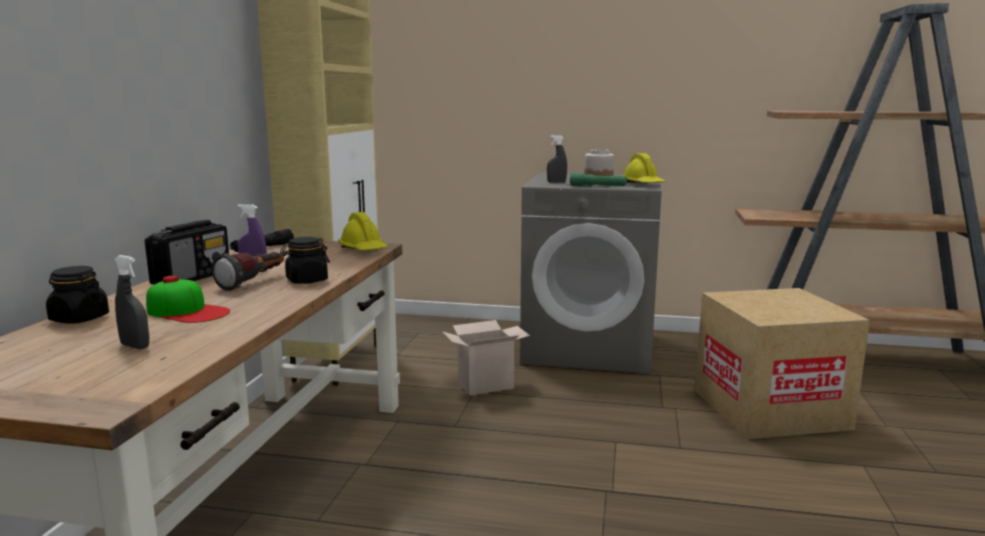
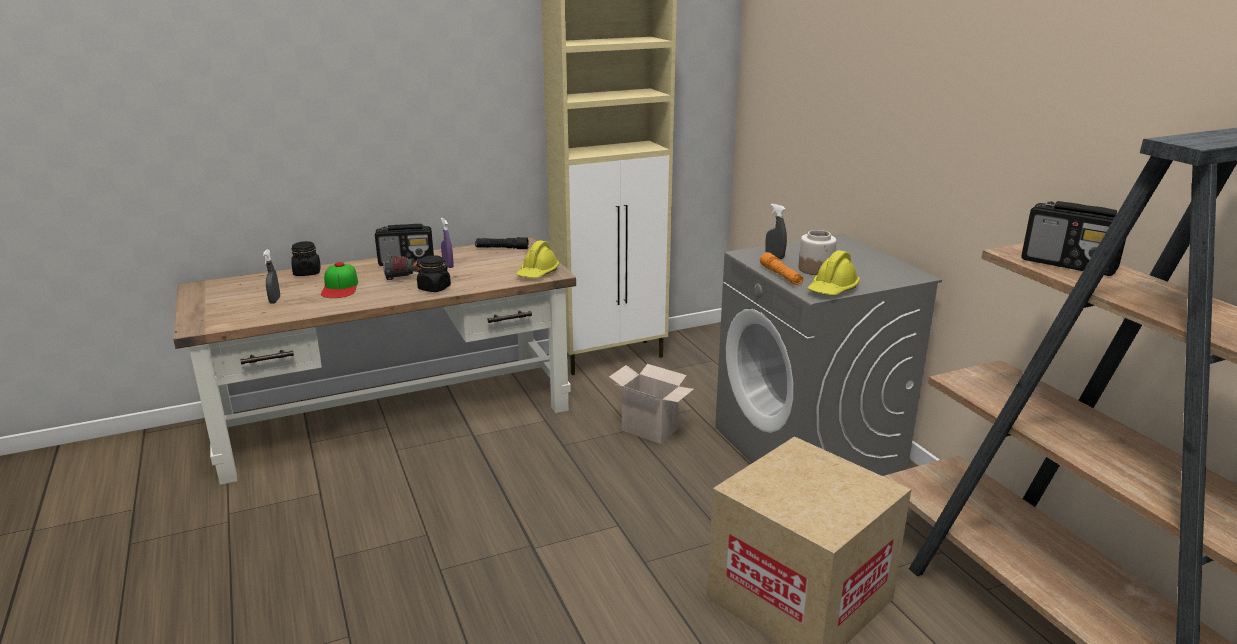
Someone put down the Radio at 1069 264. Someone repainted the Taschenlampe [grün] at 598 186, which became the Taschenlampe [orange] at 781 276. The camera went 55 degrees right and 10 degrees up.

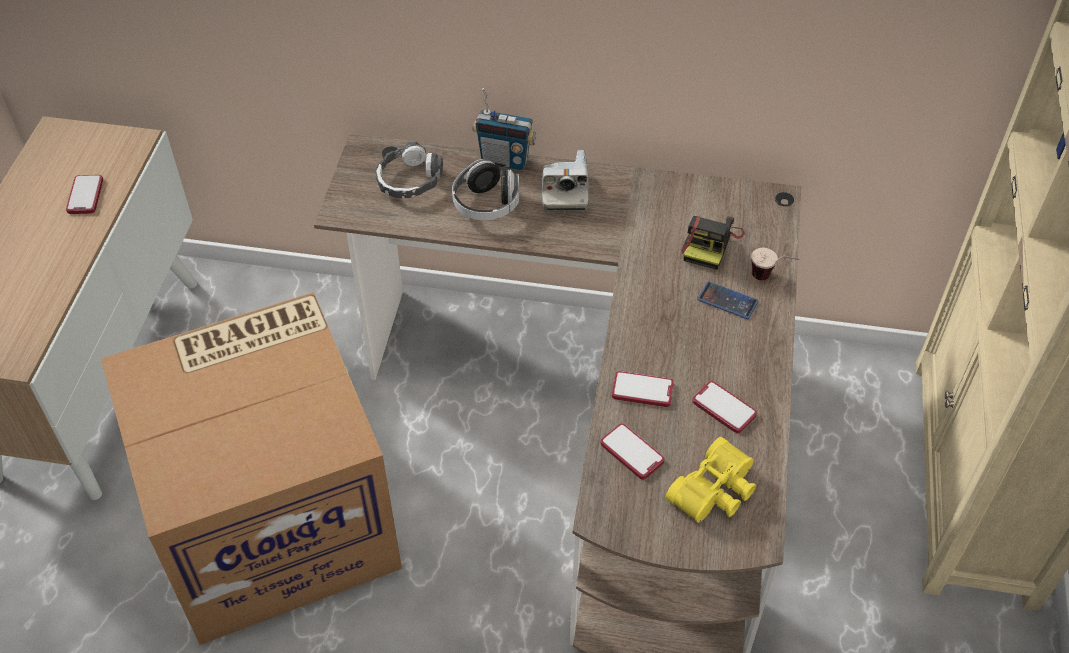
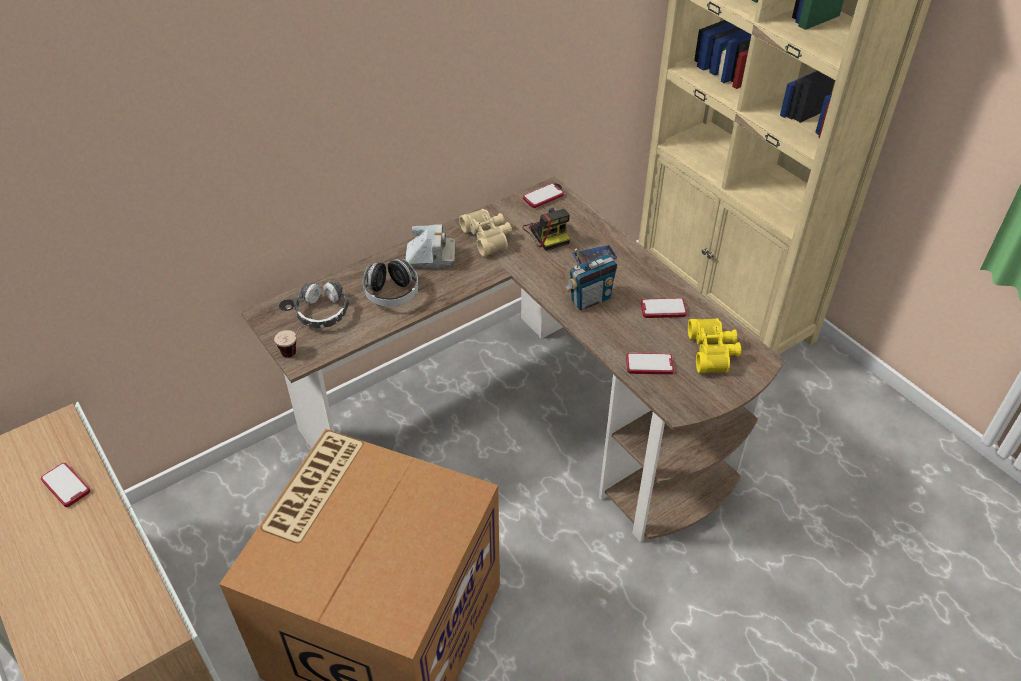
Someone put down the Fernglas [beige] at 488 237. Someone carried the Radio from 505 160 to 590 300. Someone carried the Handy from 642 390 to 543 197. Someone carried the Tasse from 770 278 to 297 351. Someone rotated the Kamera at 564 192 by 45 degrees counterclockwise. The camera went 45 degrees left and 5 degrees down.

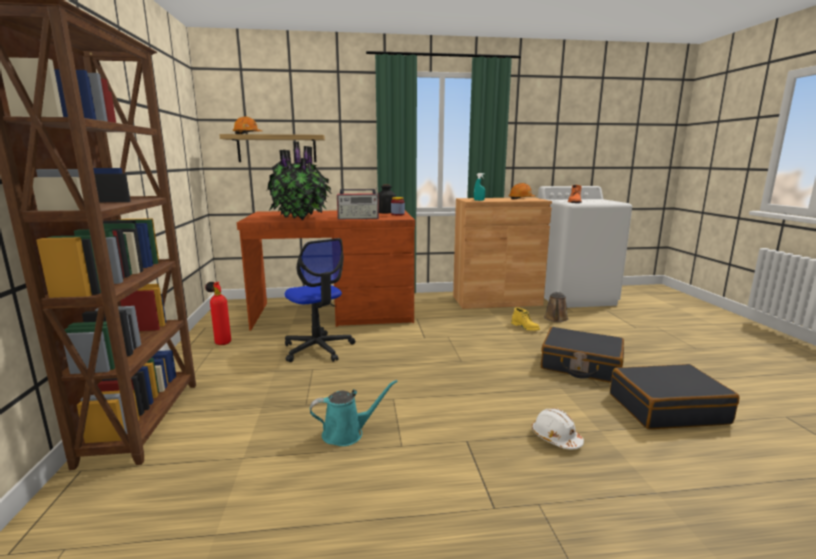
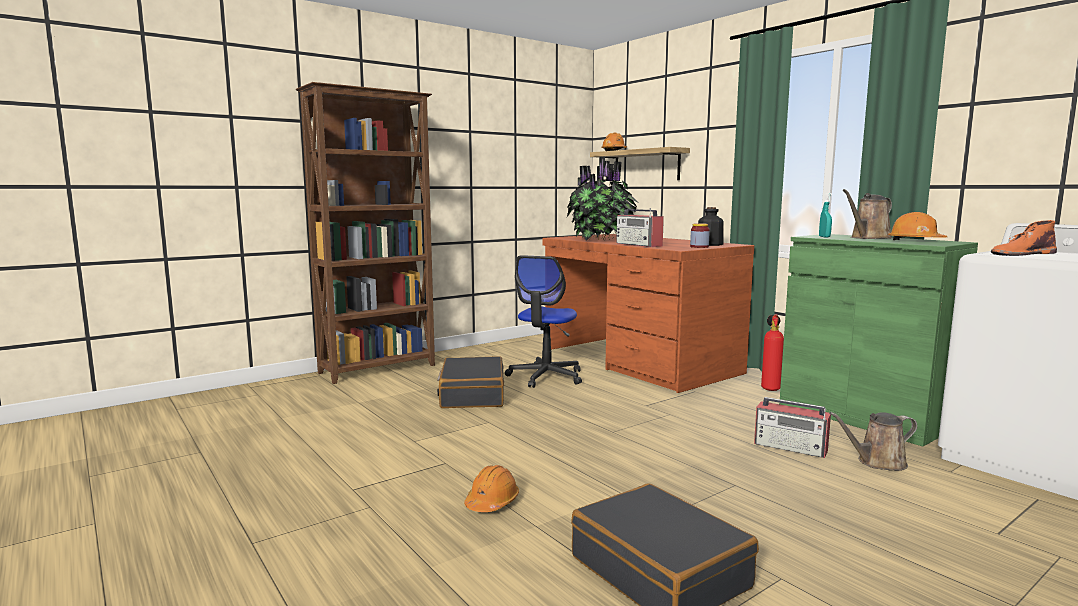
Someone took away the Gießkanne [türkis] at 347 433. Someone put down the Gießkanne [braun] at 868 238. Someone carried the Feuerlöscher from 221 342 to 770 388. Someone carried the Koffer [schwarz] from 581 365 to 472 395. Someone swapped the Stiefel [gelb] at 525 327 for the Radio at 791 447. Someone repainted the Schrank [braun] at 496 300, which became the Schrank [grün] at 862 416. Someone repainted the Schutzhelm [weiß] at 555 438, which became the Schutzhelm [orange] at 492 502. The camera went 60 degrees right and 5 degrees down.

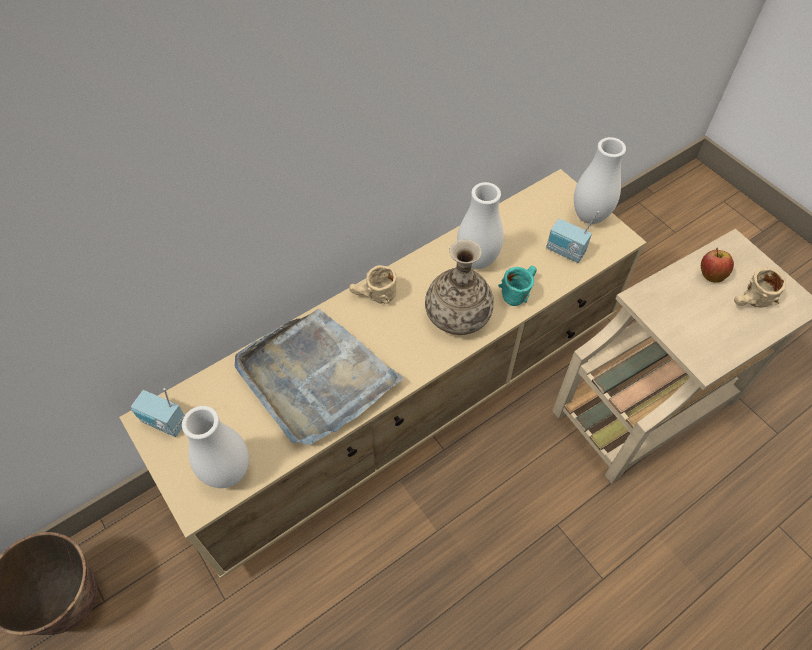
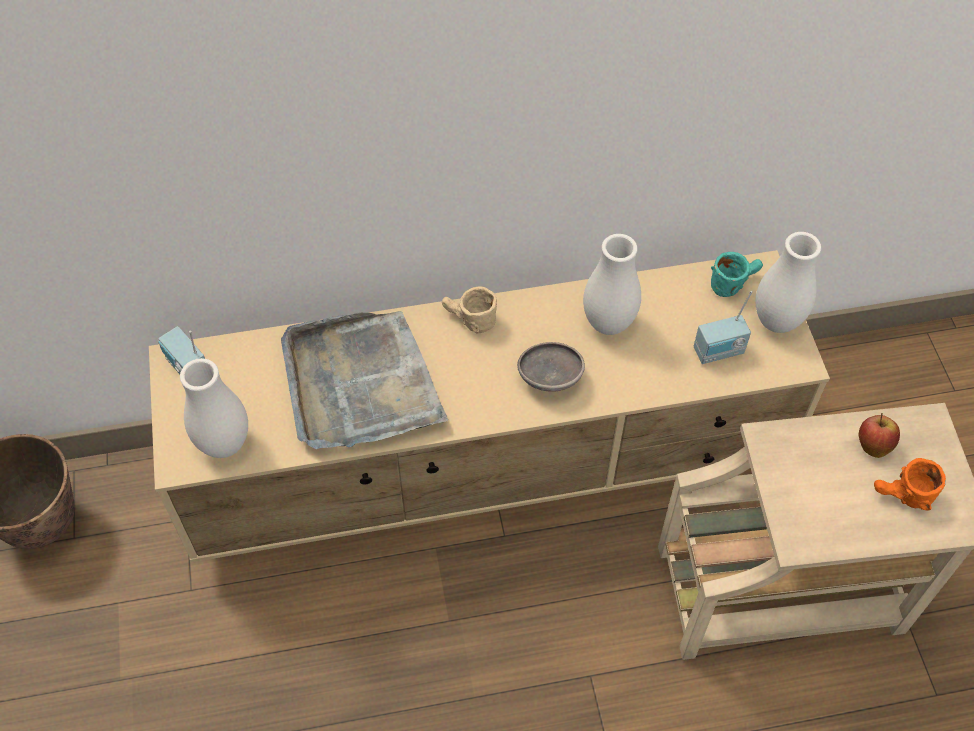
Someone carried the Henkelbecher [türkis] from 517 290 to 733 282. Someone swapped the Vase at 457 315 for the Schüssel [grau] at 550 377. Someone repainted the Henkelbecher [beige] at 751 303, which became the Henkelbecher [orange] at 902 497. Someone rotated the Radio at 565 252 by 75 degrees counterclockwise. The camera went 25 degrees right and 0 degrees up.

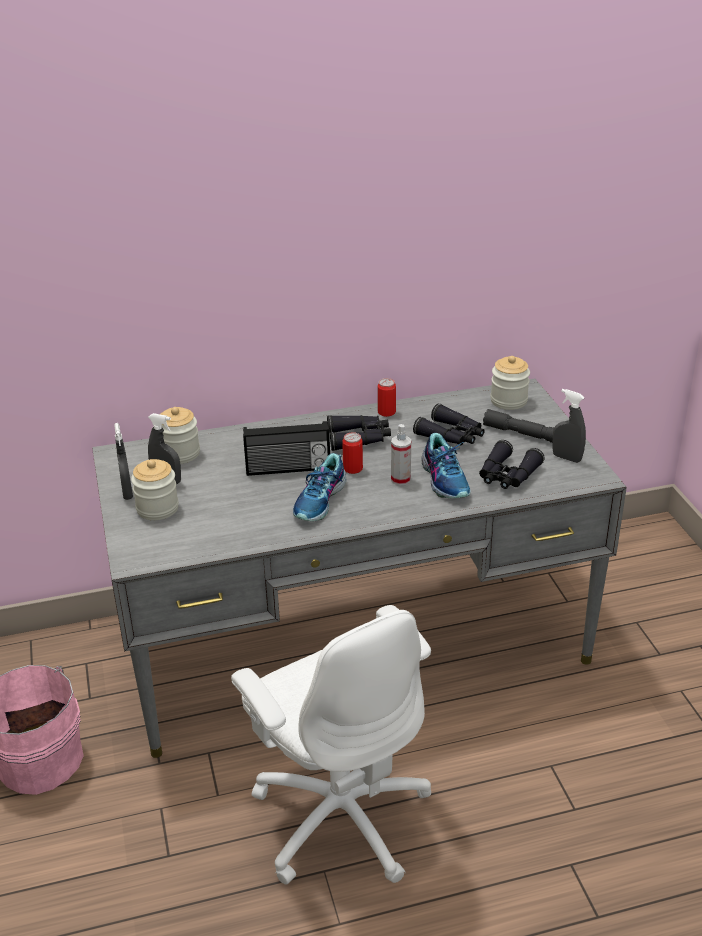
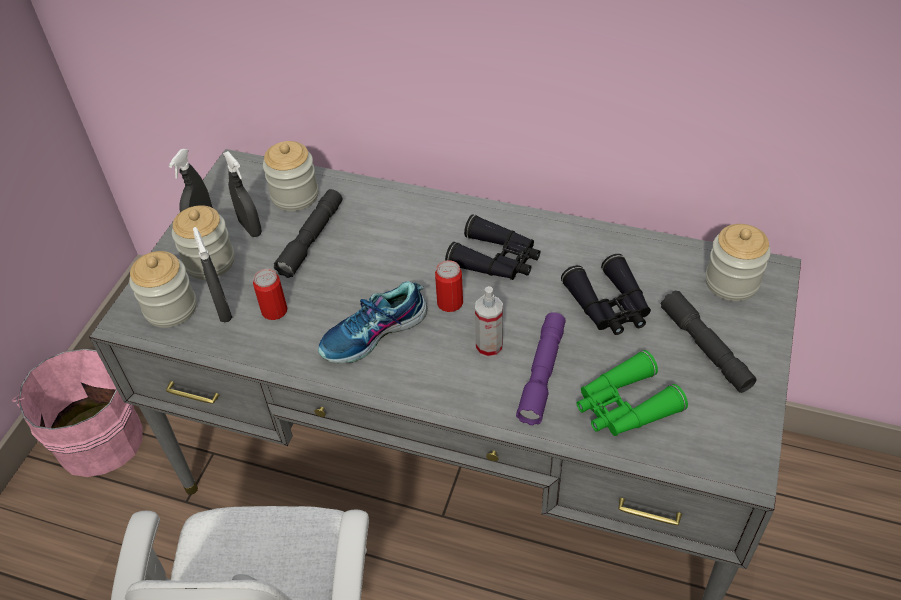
Someone took away the Radio at 288 469. Someone put down the Vorratsglas at 171 308. Someone put down the Taschenlampe [grau] at 311 239. Someone carried the Dose from 386 412 to 274 311. Someone carried the Sprühflasche [grau] from 566 458 to 223 310. Someone swapped the Schuh at 445 479 for the Taschenlampe [lila] at 542 373. Someone repainted the Fernglas [schwarz] at 507 475, which became the Fernglas [grün] at 624 406. The camera went 35 degrees right and 15 degrees up.

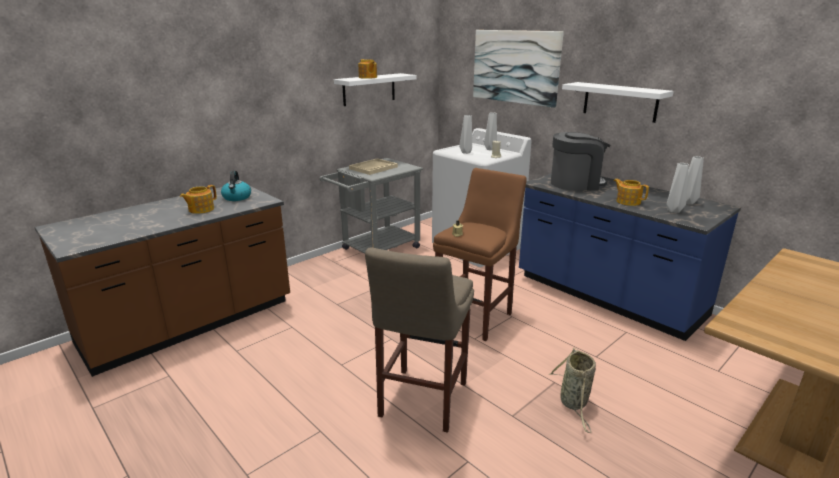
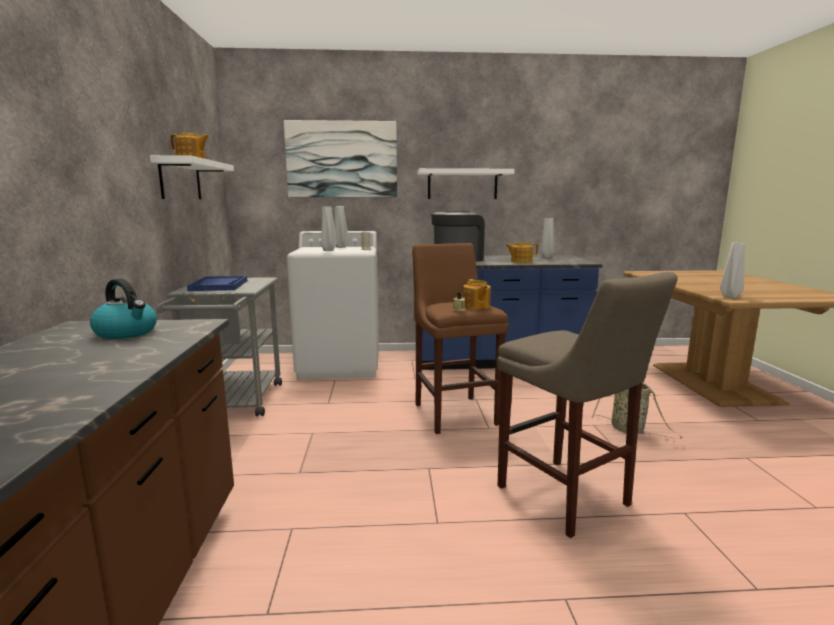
Someone carried the Teekanne from 200 209 to 476 306. Someone carried the Vase [grau] from 674 211 to 730 296. Someone repainted the Tablett [beige] at 373 168, which became the Tablett [blau] at 219 285. The camera went 50 degrees left and 10 degrees down.

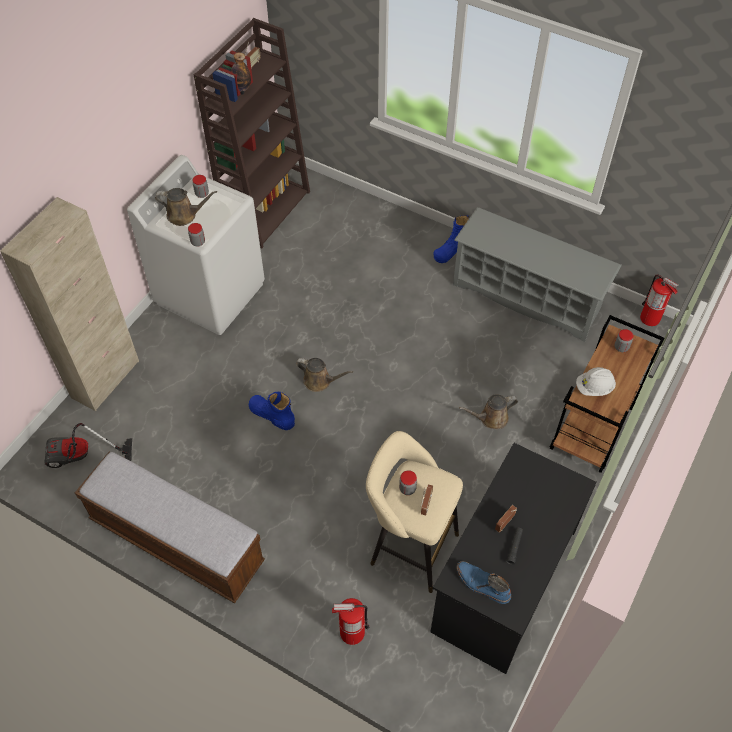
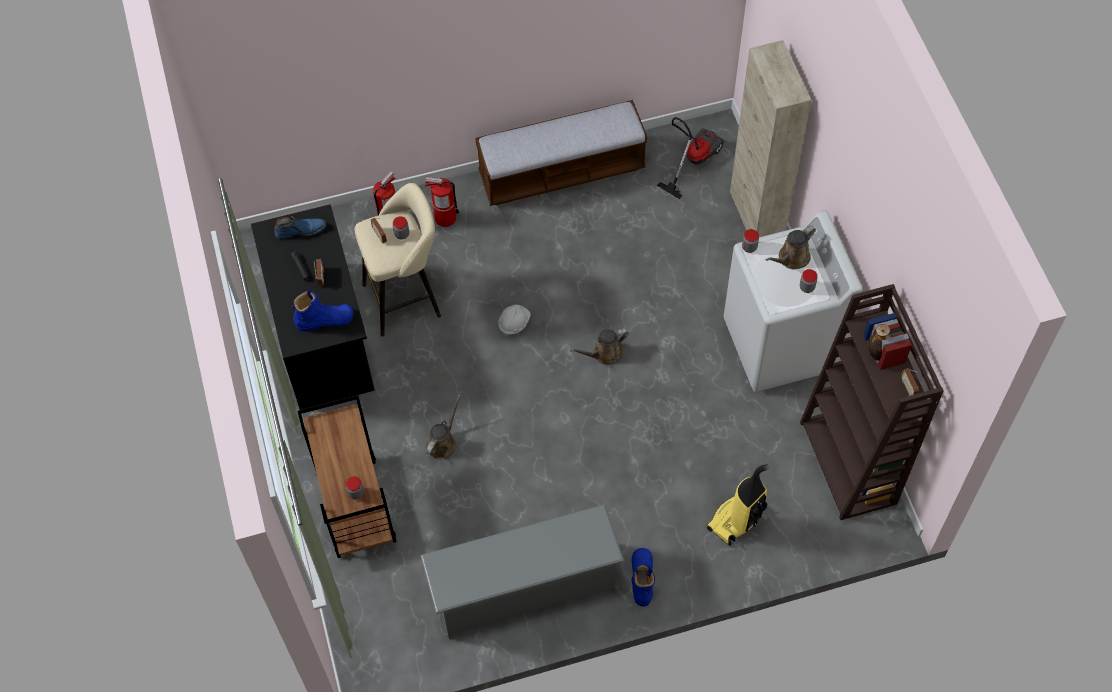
Someone put down the Staubsauger at 736 520. Someone carried the Stiefel [blau] from 272 415 to 325 320. Someone carried the Schutzhelm [weiß] from 594 388 to 514 323. Someone carried the Feuerlöscher from 650 318 to 445 218. The camera went 135 degrees right and 5 degrees up.

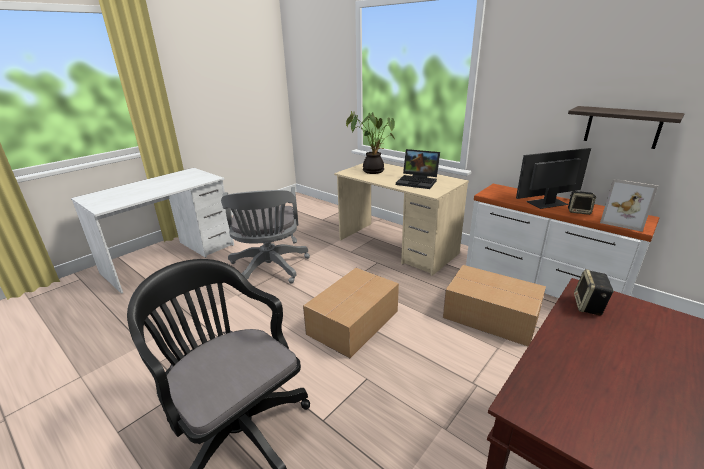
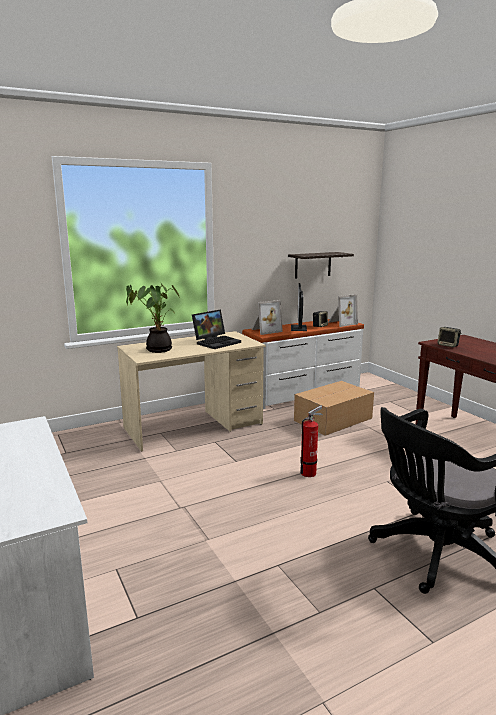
Someone took away the Bürostuhl [grau] at 269 269. Someone put down the Bilderrahmen at 265 330. Someone swapped the Karton at 354 322 for the Feuerlöscher at 310 472. The camera went 70 degrees left and 10 degrees down.

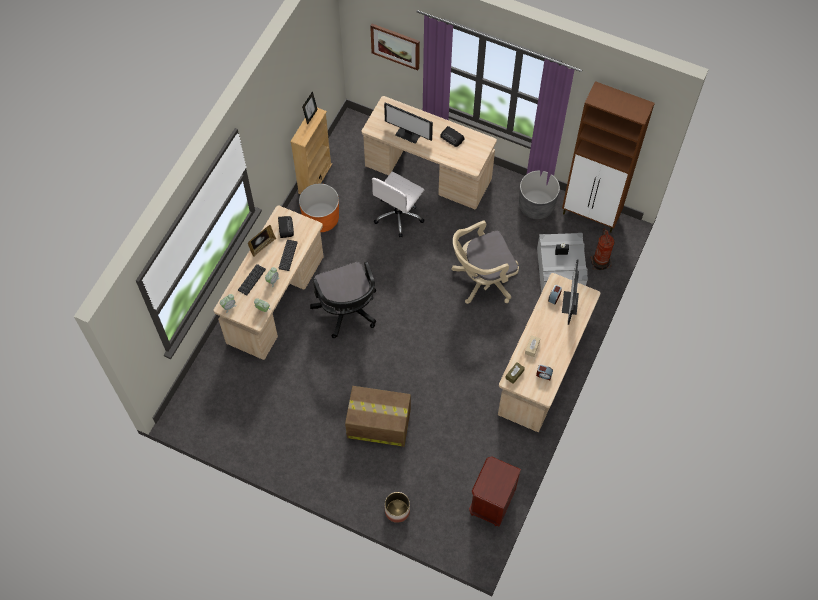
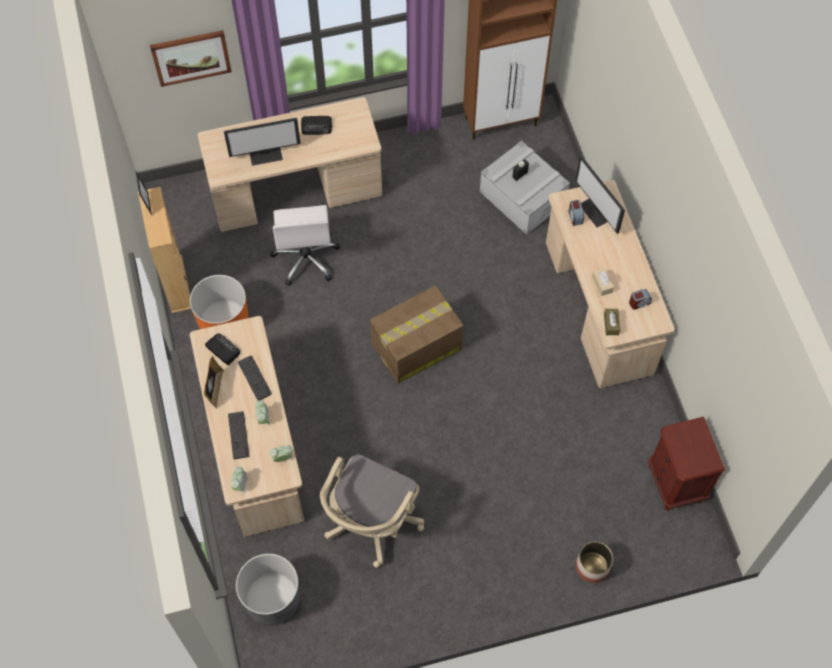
Someone took away the Bürostuhl [schwarz] at 347 311. Someone took away the Feuerlöscher at 600 261. Someone carried the Karton from 378 423 to 415 347. Someone carried the Bürostuhl [beige] from 482 279 to 370 523. Someone carried the Pflanzkübel [grau] from 536 206 to 272 599. The camera went 40 degrees left and 0 degrees up.

